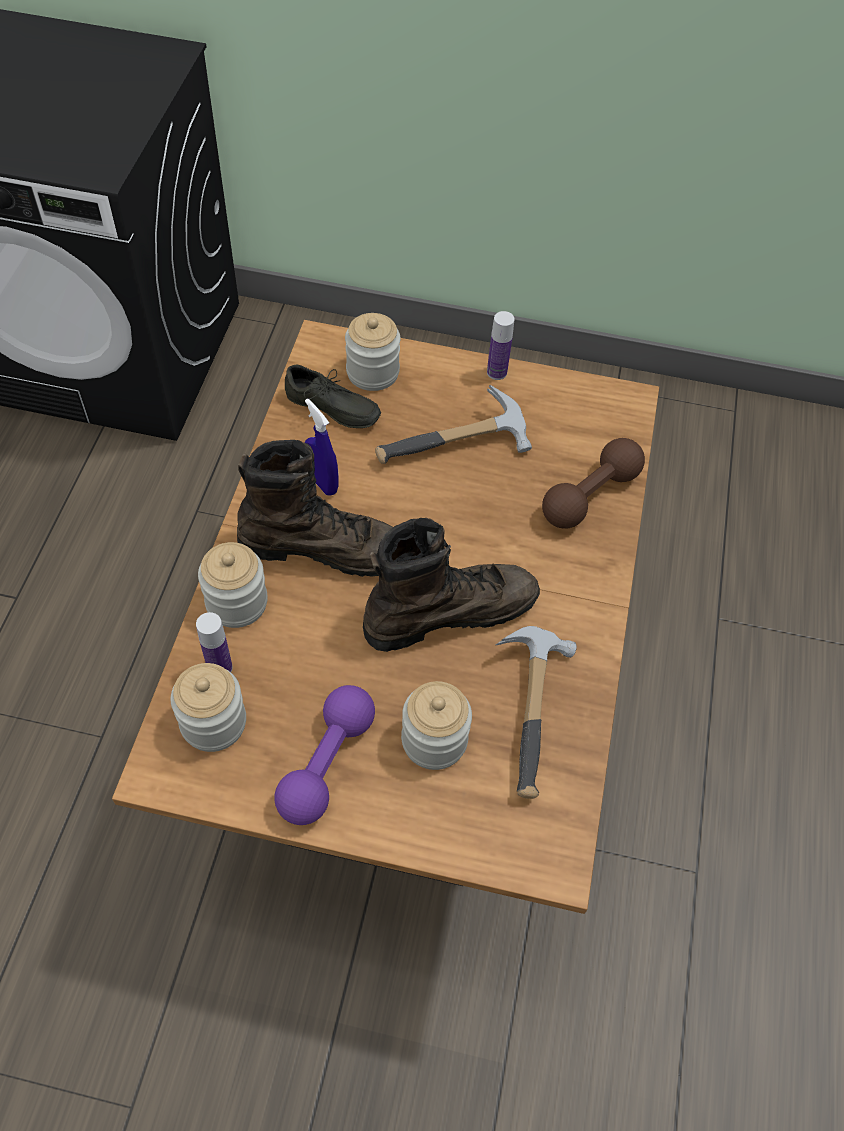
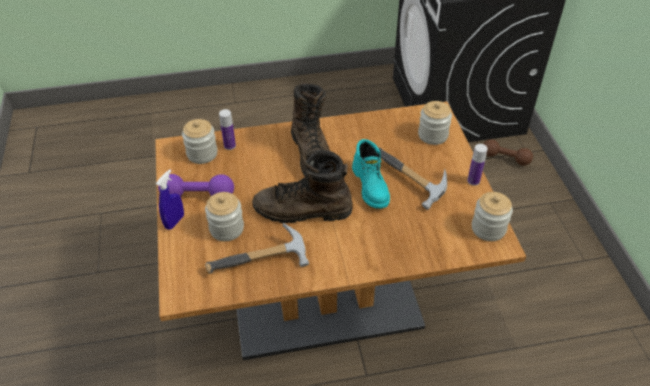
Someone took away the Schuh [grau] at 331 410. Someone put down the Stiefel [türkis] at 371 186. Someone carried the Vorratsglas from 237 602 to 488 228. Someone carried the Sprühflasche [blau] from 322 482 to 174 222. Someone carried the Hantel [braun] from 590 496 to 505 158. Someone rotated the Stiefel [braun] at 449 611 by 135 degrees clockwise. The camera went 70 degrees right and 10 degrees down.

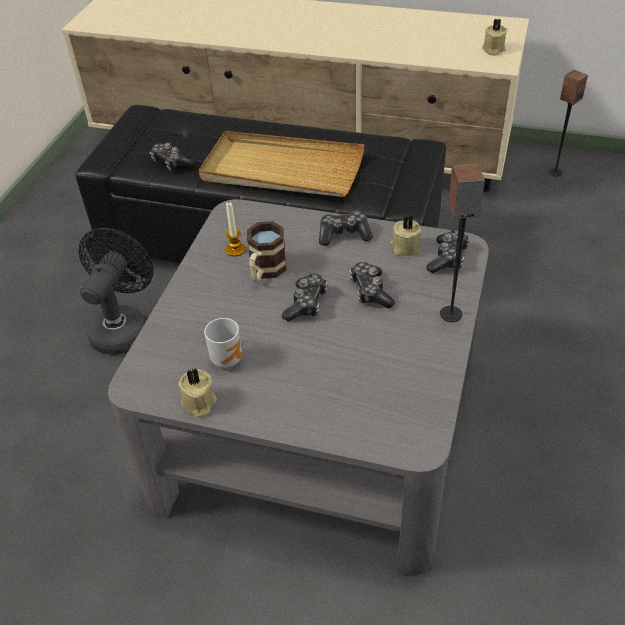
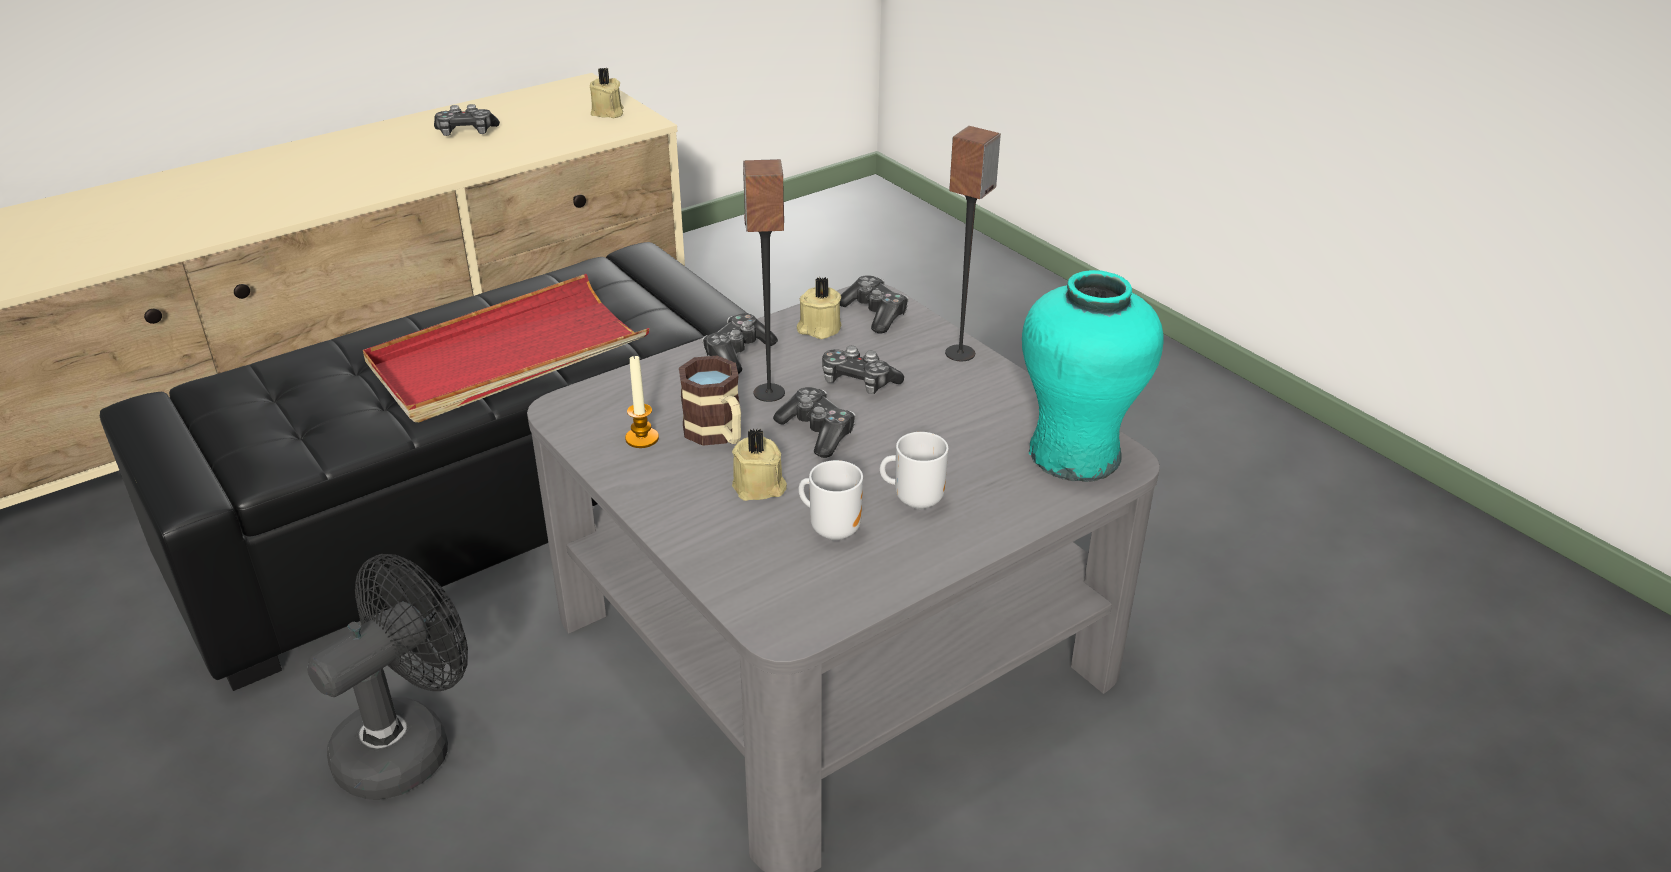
Someone put down the Henkelbecher at 915 499. Someone put down the Vase [türkis] at 1074 454. Someone carried the Gamepad from 171 163 to 466 132. Someone carried the Kerze [beige] from 198 403 to 759 487. Someone carried the Lautsprecher from 555 172 to 768 393. Someone repainted the Tablett [beige] at 281 170, which became the Tablett [rot] at 507 356. Someone rotated the Ventilator [schwarz] at 123 327 by 75 degrees clockwise. The camera went 55 degrees left and 10 degrees down.

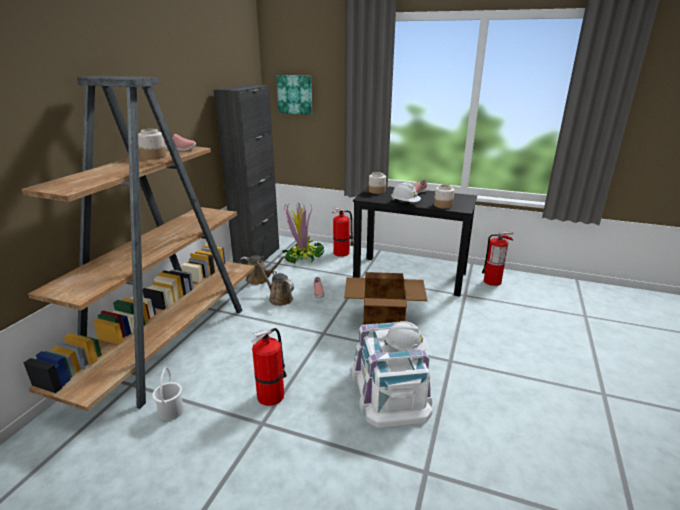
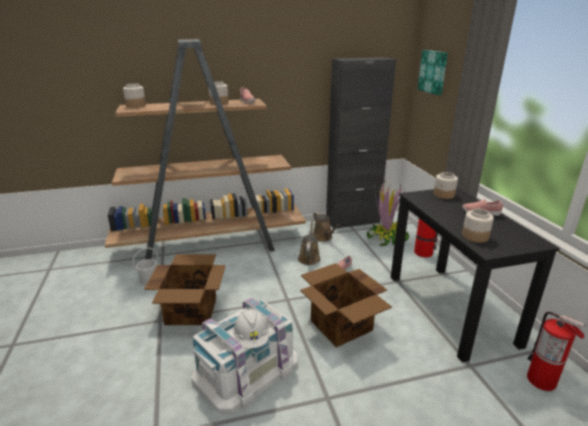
Someone took away the Schutzhelm [weiß] at 405 203. Someone put down the Vorratsglas at 135 106. Someone swapped the Feuerlöscher at 271 395 for the Karton at 191 310. The camera went 55 degrees right and 0 degrees up.

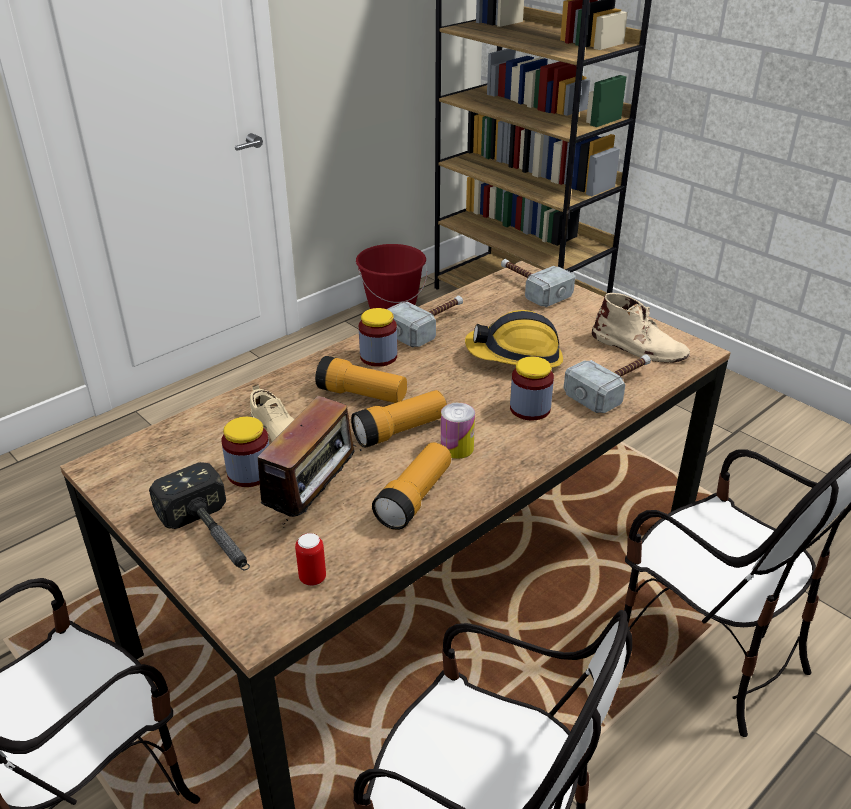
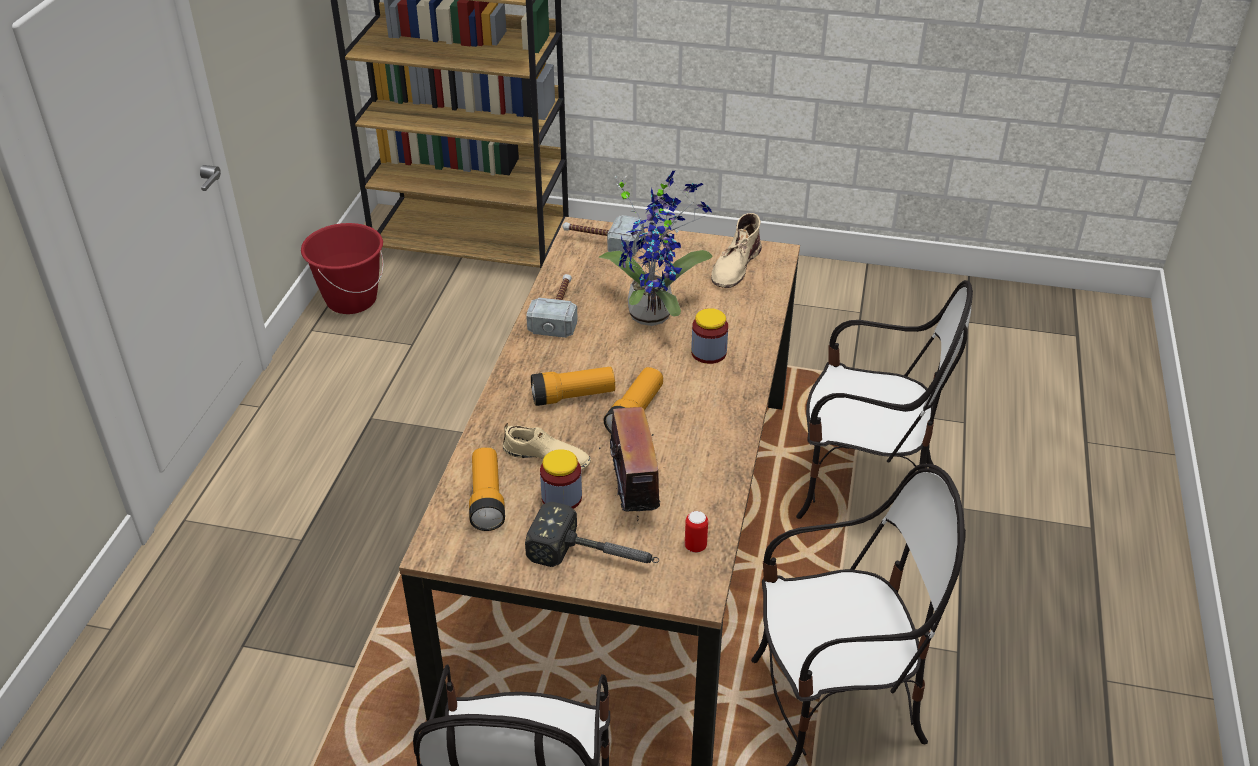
Someone took away the Vorratsglas at 378 357. Someone took away the Dose at 457 448. Someone took away the Hammer at 613 388. Someone carried the Taschenlampe from 415 498 to 487 499. Someone swapped the Schutzhelm at 515 356 for the Topfpflanze at 654 312. Someone rotated the Stiefel [beige] at 639 347 by 120 degrees clockwise. The camera went 35 degrees left and 5 degrees up.

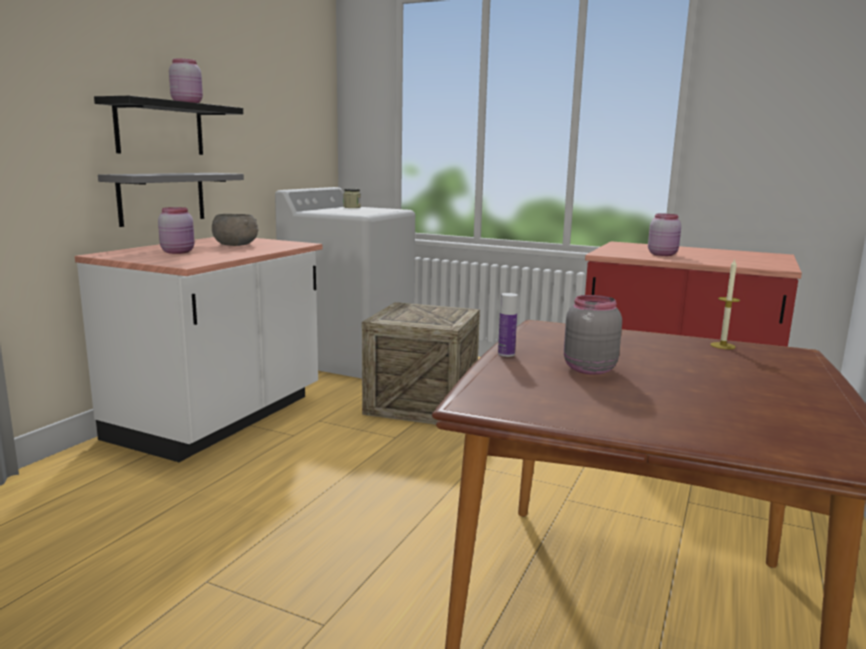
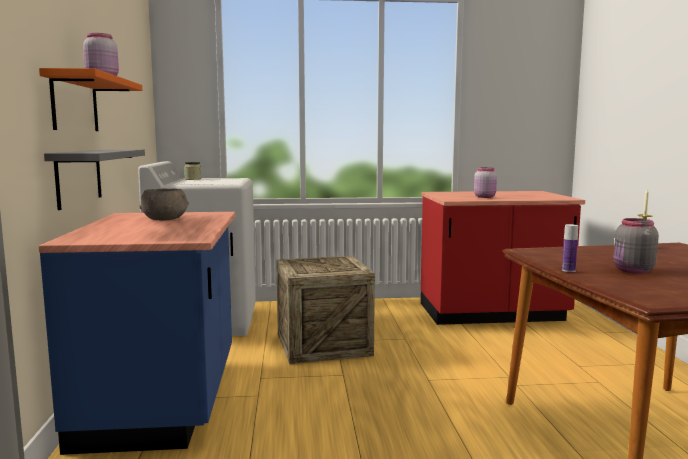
Someone took away the Vorratsglas [rosa] at 179 252. Someone repainted the Küchenzeile [weiß] at 219 418, which became the Küchenzeile [blau] at 164 399. Someone repainted the Wandregal [schwarz] at 160 128, which became the Wandregal [orange] at 75 104. The camera went 30 degrees left and 5 degrees down.

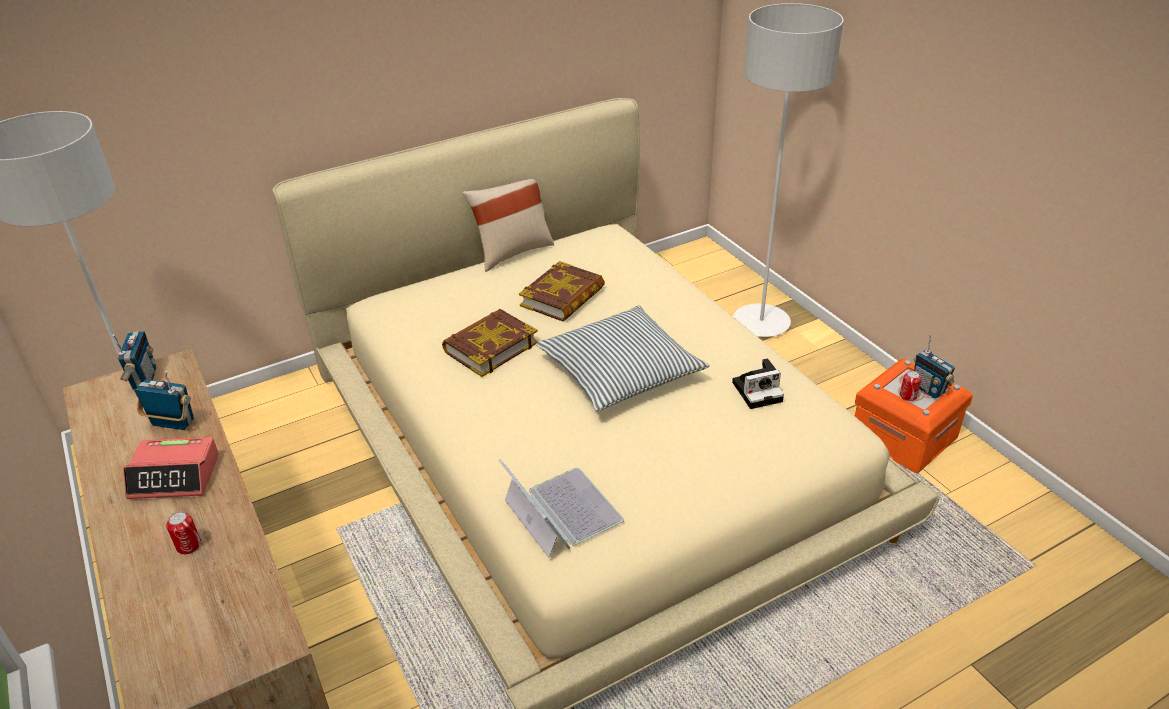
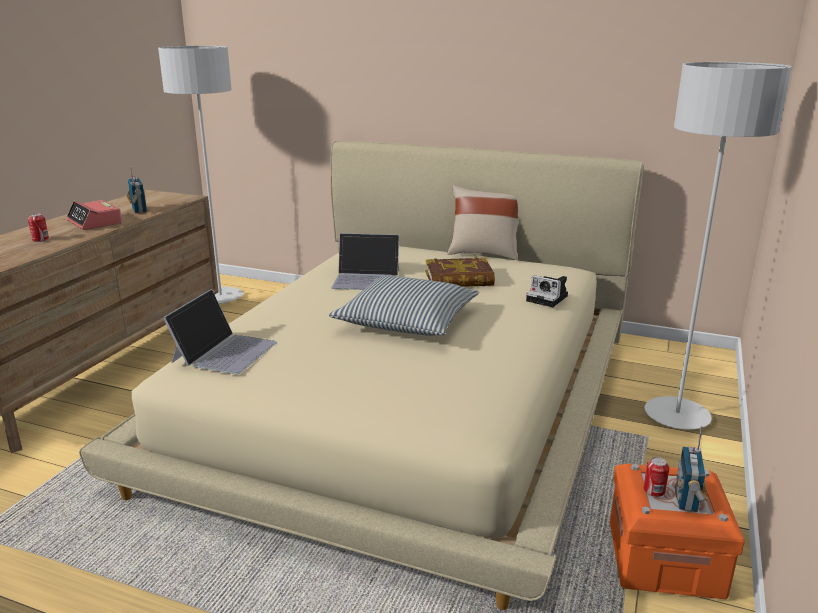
Someone took away the Radio at 144 379. Someone carried the Kamera from 758 391 to 548 298. Someone swapped the Buch at 490 347 for the Laptop at 366 279. The camera went 50 degrees right and 15 degrees down.

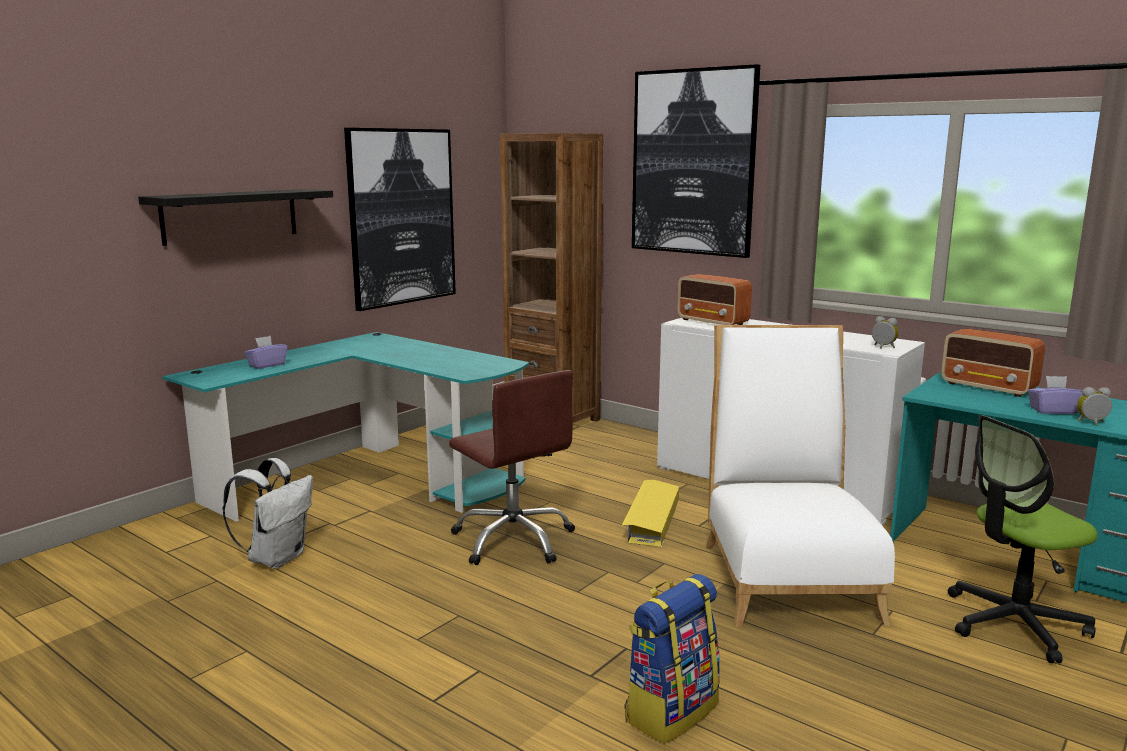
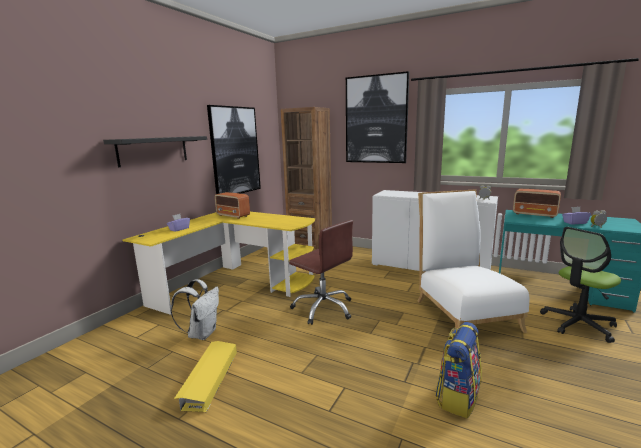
Someone carried the Aufbewahrungsbox [gelb] from 651 520 to 209 378. Someone carried the Radio from 713 322 to 233 216. Someone repainted the Schreibtisch [türkis] at 372 480, which became the Schreibtisch [gelb] at 235 284. The camera went 10 degrees left and 0 degrees up.

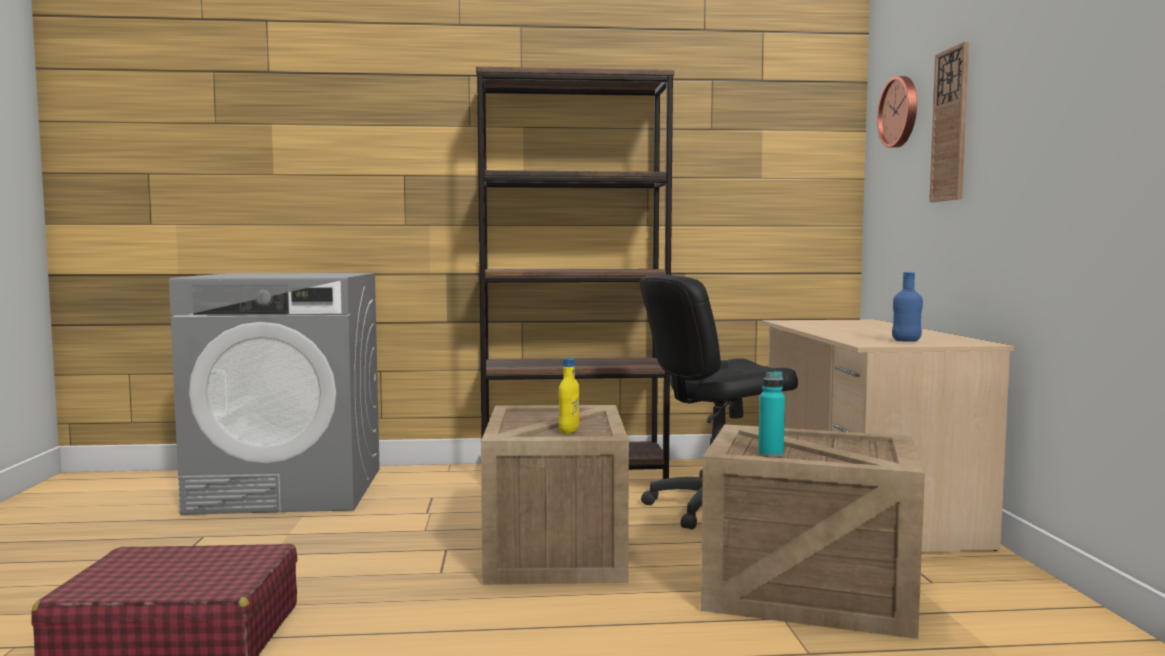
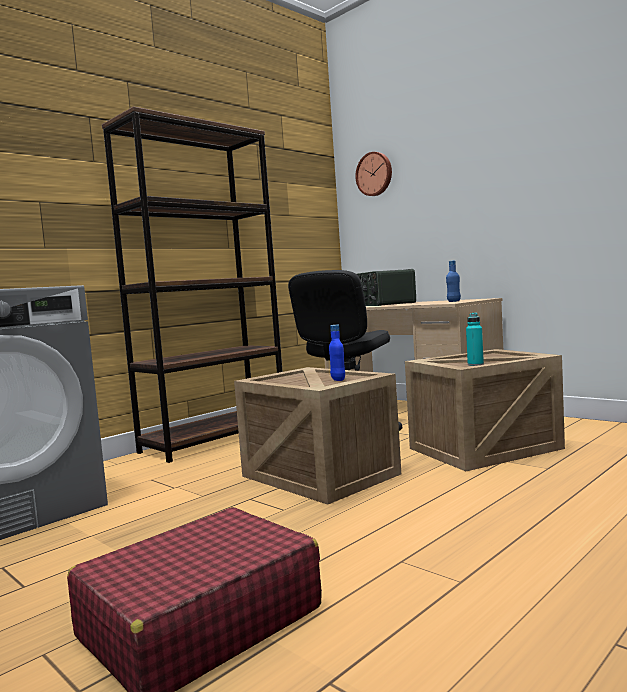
Someone took away the Wanduhr at 950 125. Someone put down the Radio at 384 304. Someone repainted the Flasche [gelb] at 568 431, which became the Flasche [blau] at 338 379. The camera went 40 degrees left and 0 degrees up.

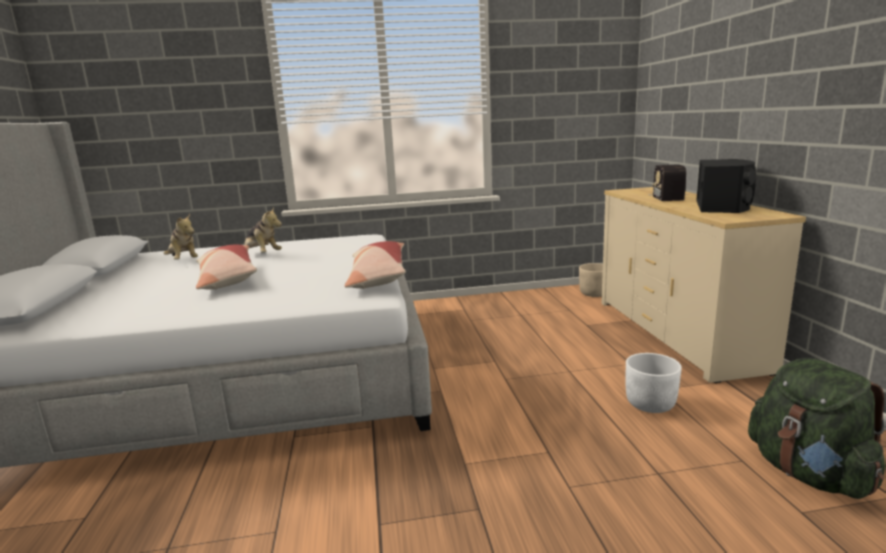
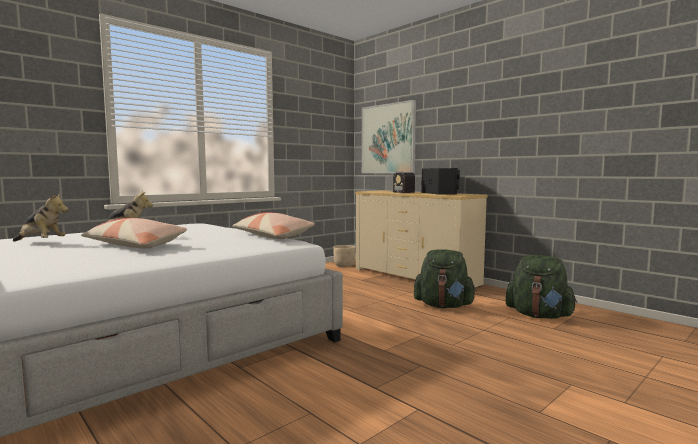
Someone put up the Bild at 388 139. Someone swapped the Pflanzkübel [weiß] at 651 404 for the Rucksack [grün] at 443 306. The camera went 35 degrees left and 10 degrees down.

